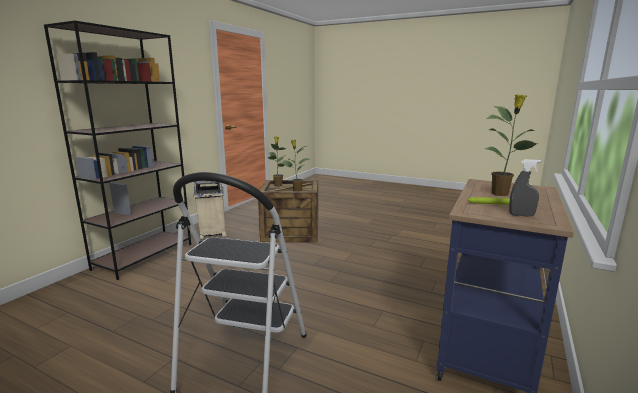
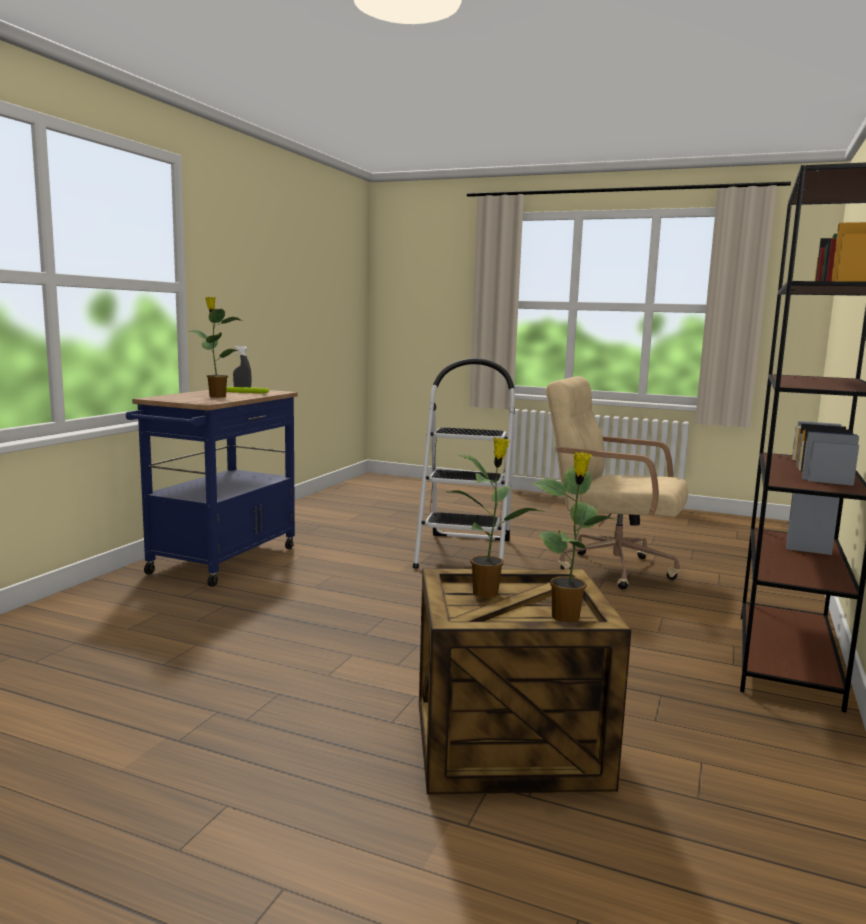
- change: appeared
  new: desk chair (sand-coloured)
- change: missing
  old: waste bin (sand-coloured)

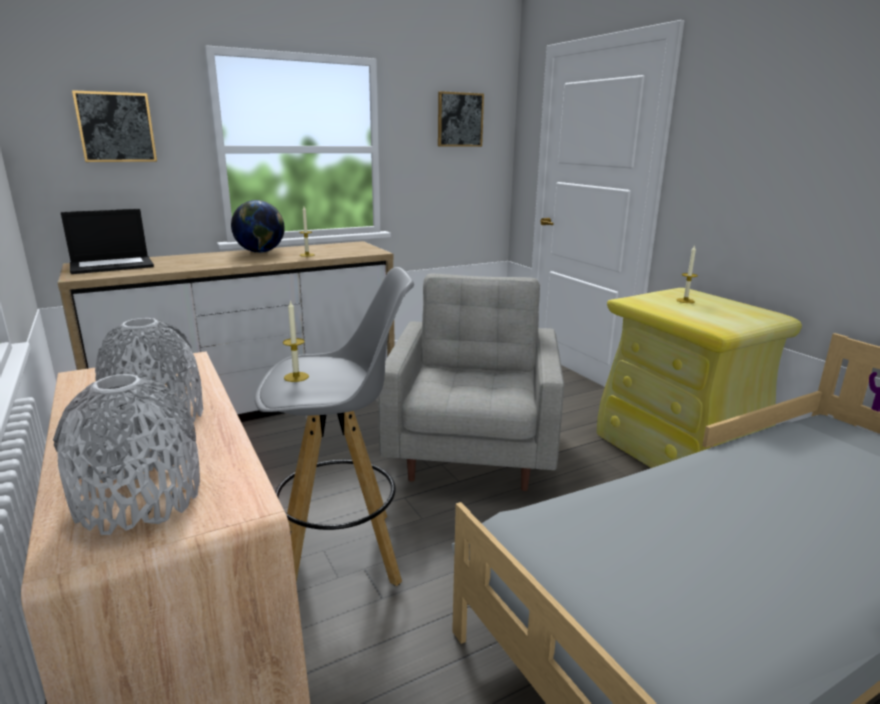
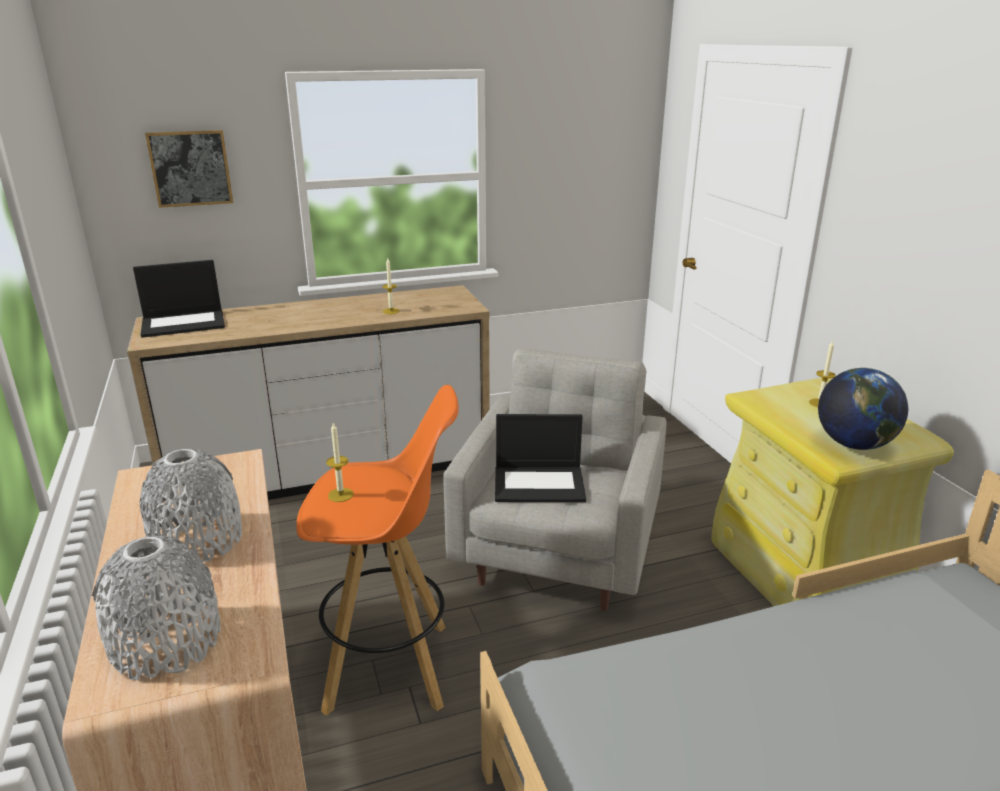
- change: colour
  old: stool (greyish)
  new: stool (orangey)
- change: appeared
  new: portable computer (no. 2 from left)
- change: relocated
  old: world globe
- change: missing
  old: picture (no. 2 from left)

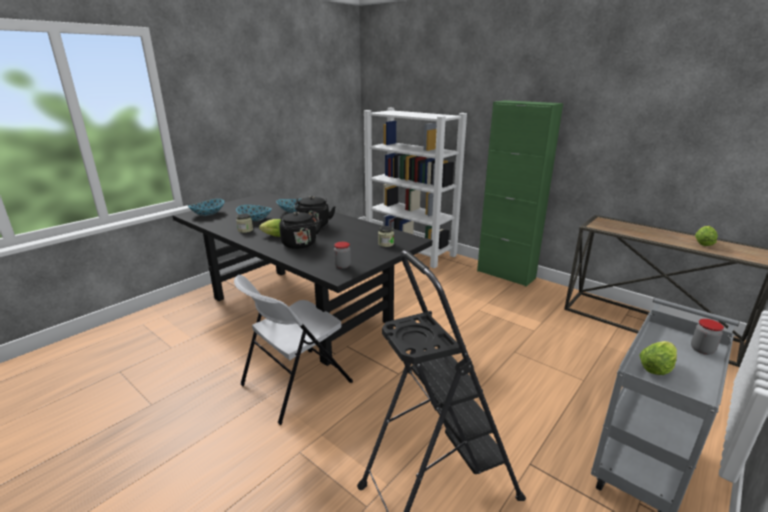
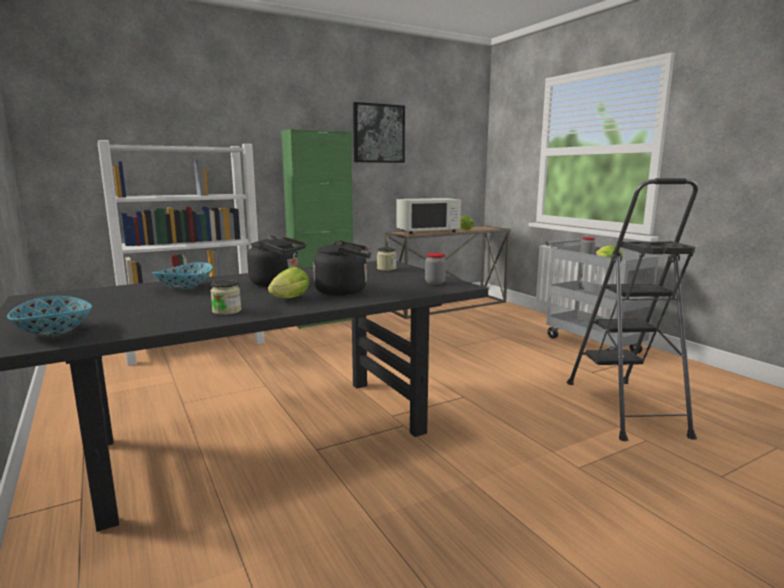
- change: appeared
  new: picture
- change: appeared
  new: kitchen microwave (white-coloured)
- change: missing
  old: upright chair (white-coloured)
- change: missing
  old: deep dish (no. 2 from left)

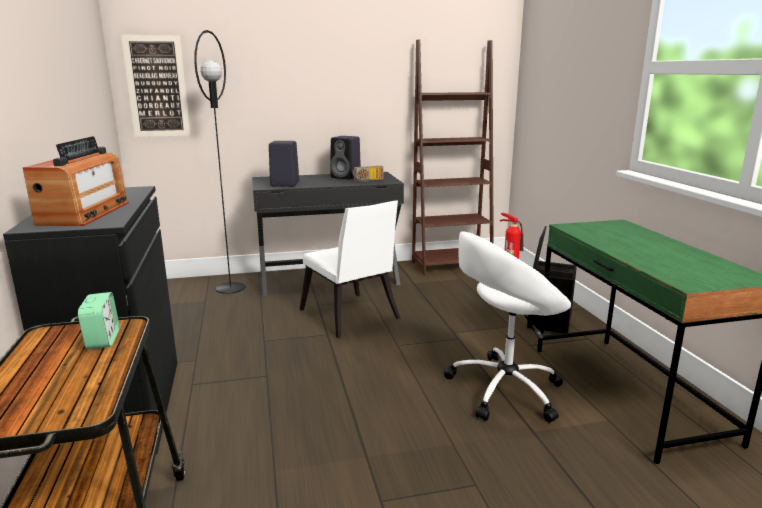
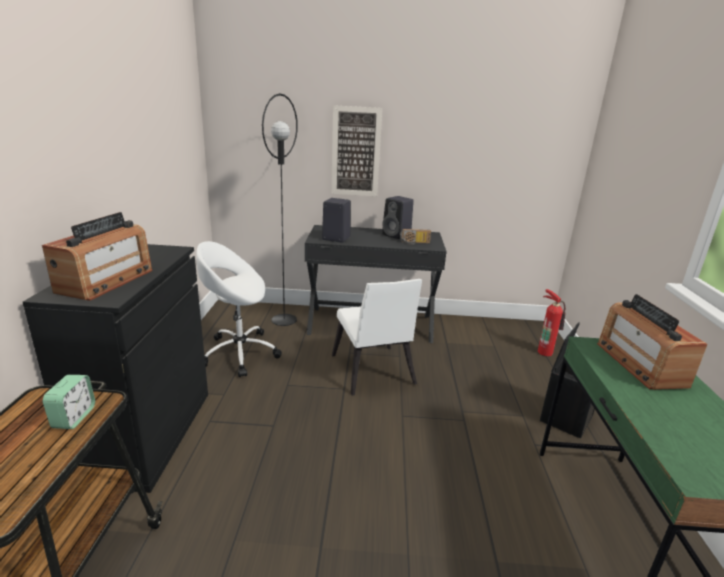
- change: relocated
  old: desk chair (white-coloured)
- change: relocated
  old: picture
- change: appeared
  new: radio (no. 3 from left)
- change: missing
  old: bookshelf (brown)

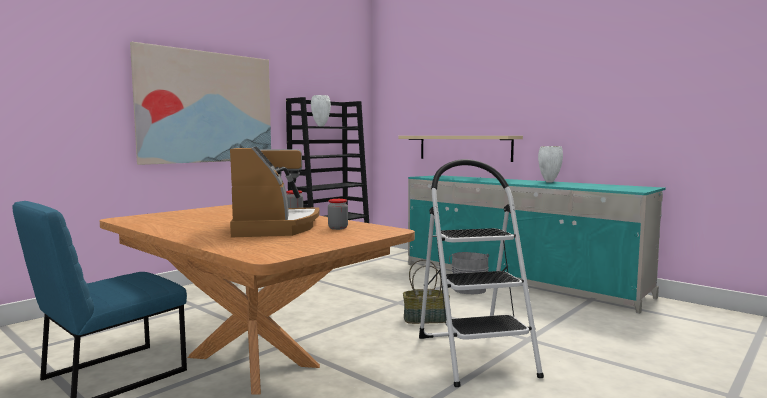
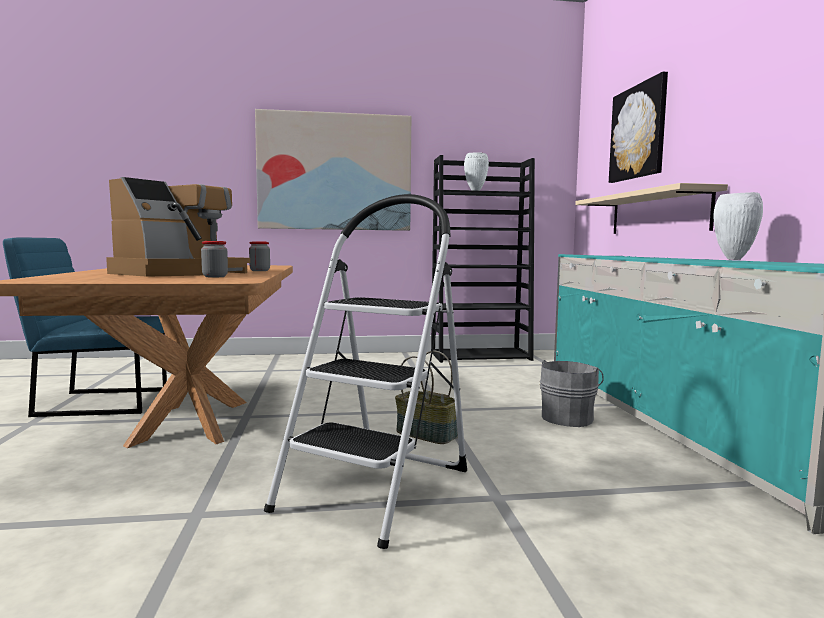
- change: appeared
  new: picture (no. 2 from left)

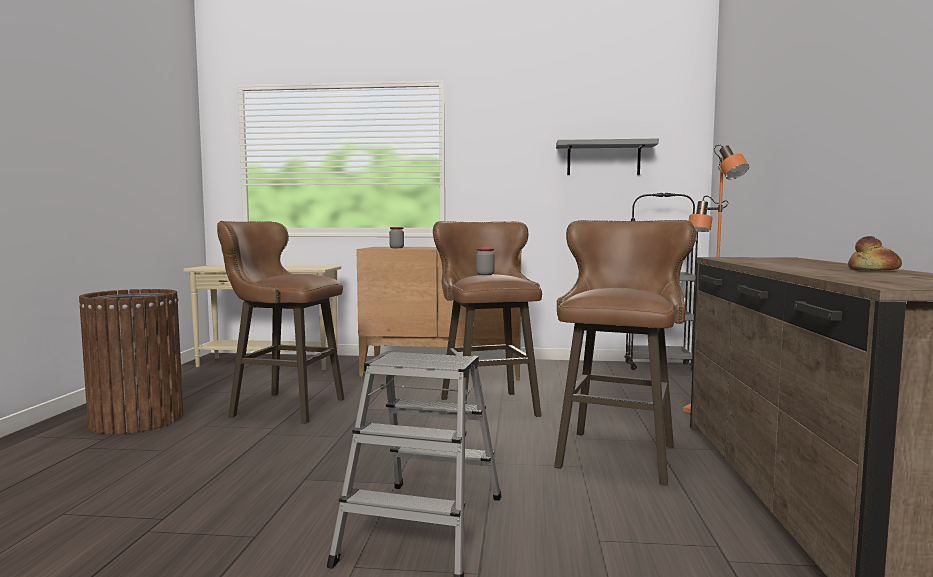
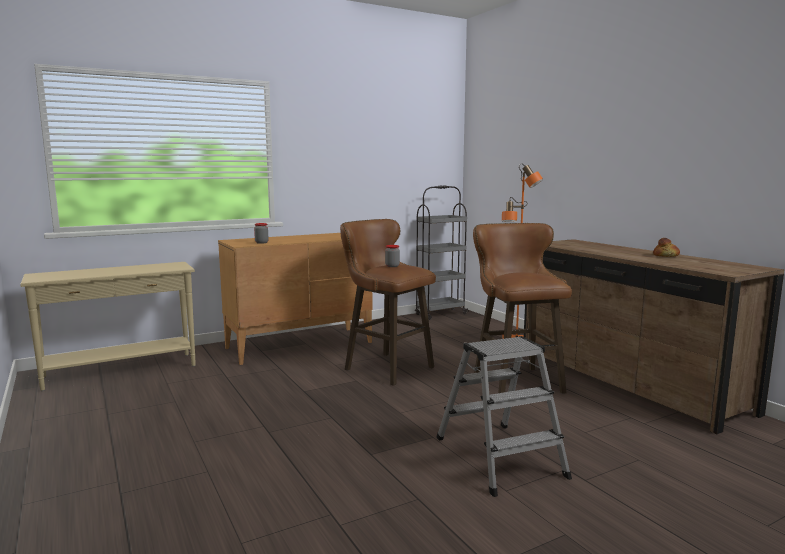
- change: missing
  old: waste bin (brown)
- change: missing
  old: stool (brown) (no. 1 from left)
- change: missing
  old: bracket shelf (greyish)

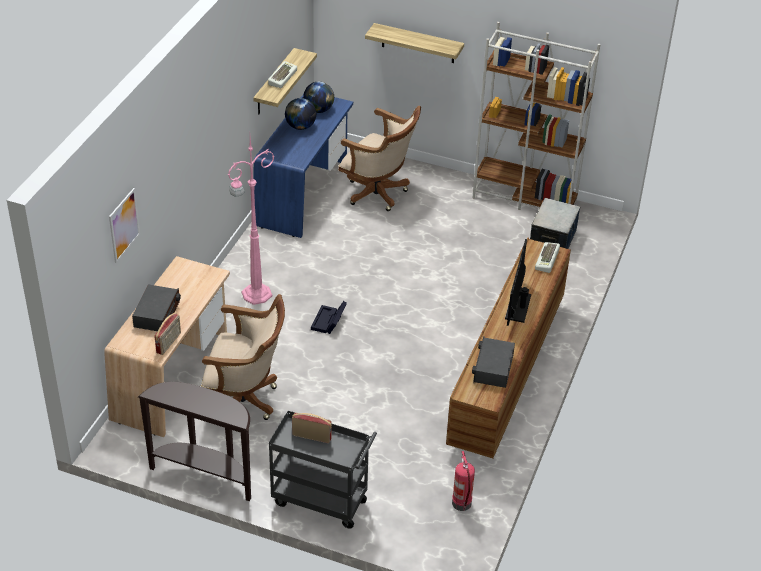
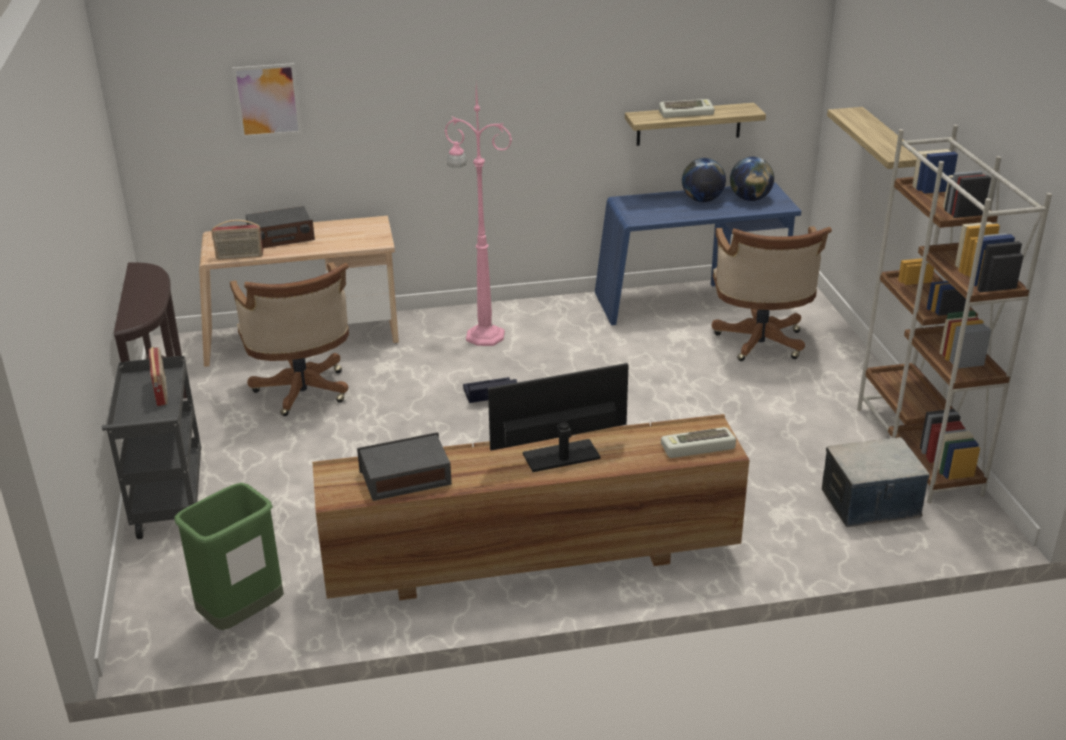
- change: exchanged
  old: extinguisher
  new: waste bin (greenish)

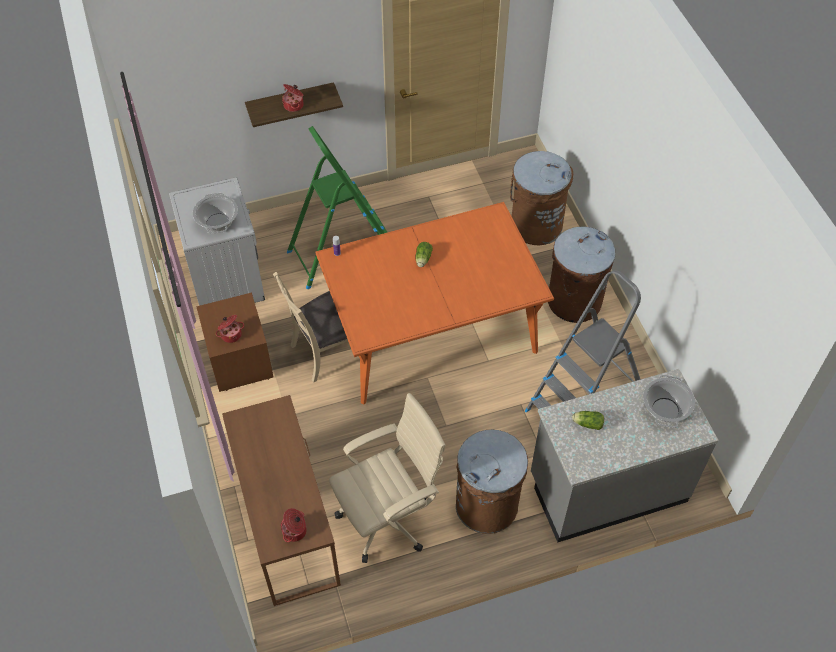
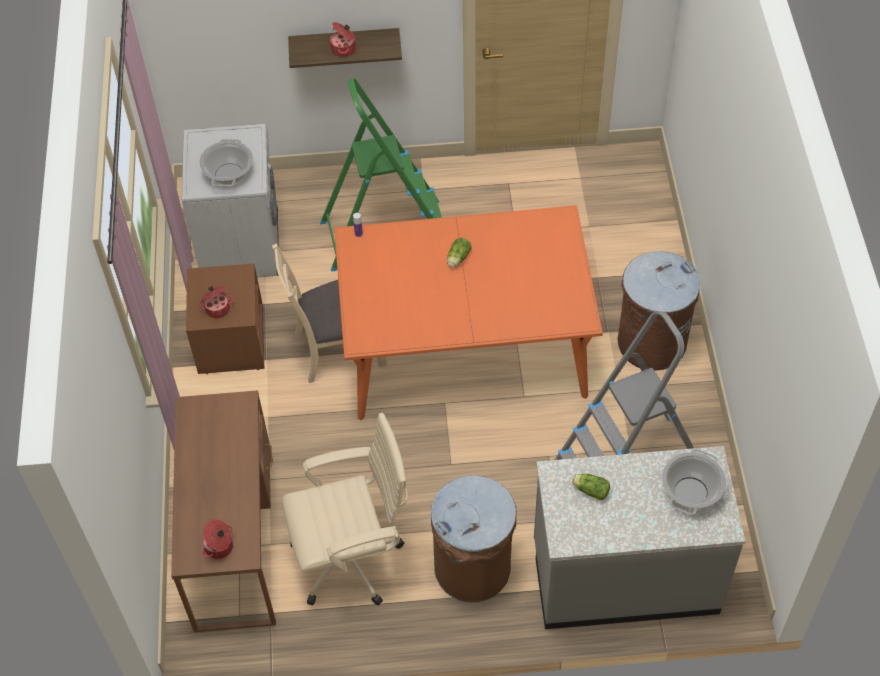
- change: missing
  old: waste bin (brown) (no. 2 from left)

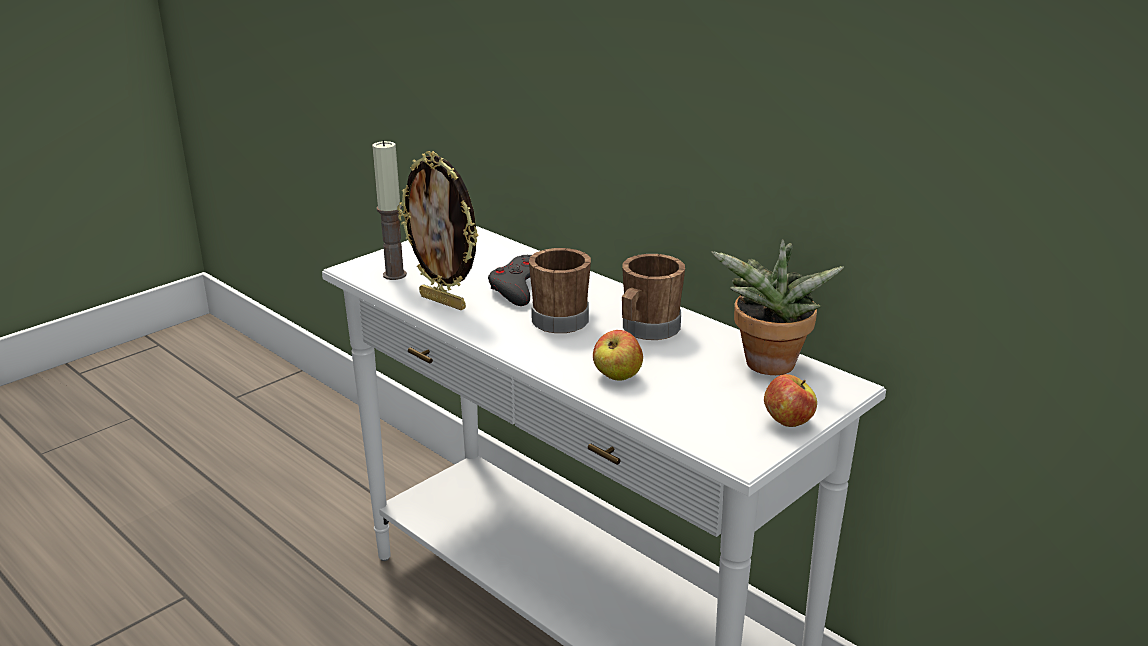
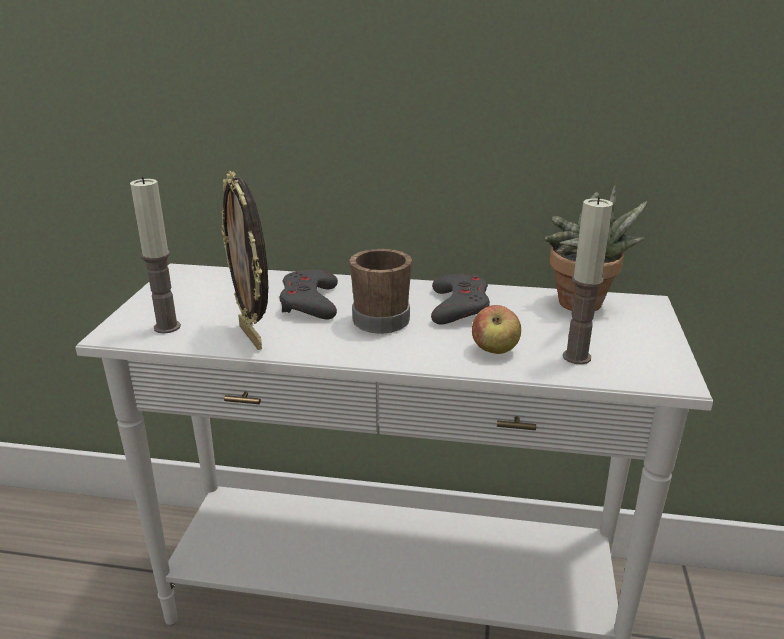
- change: spun
  old: picture frame
  degrees: 60
- change: exchanged
  old: mug (brown) (no. 2 from left)
  new: joypad (greyish) (no. 2 from left)
- change: appeared
  new: candle (no. 2 from left)
- change: missing
  old: apple fruit (no. 2 from left)

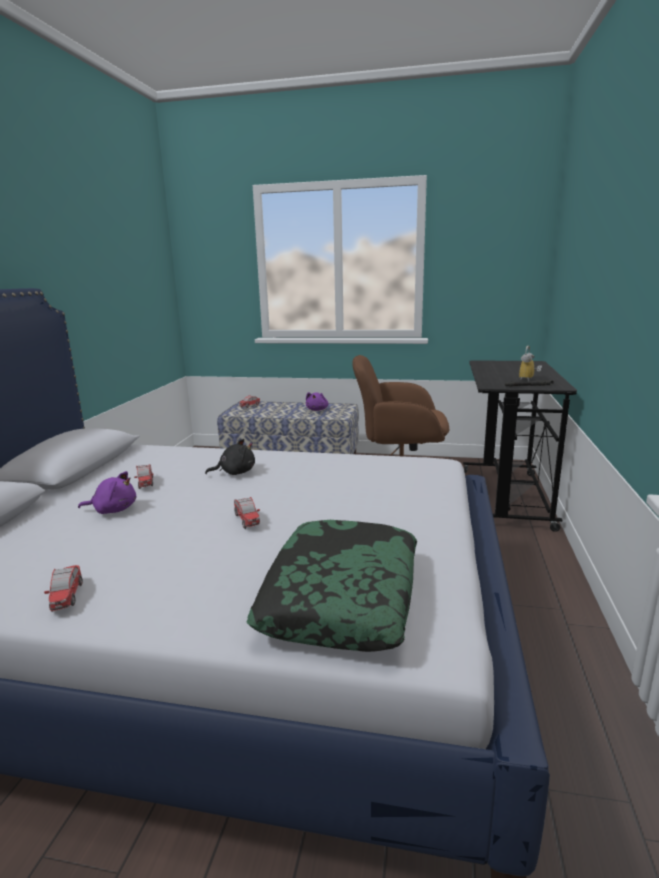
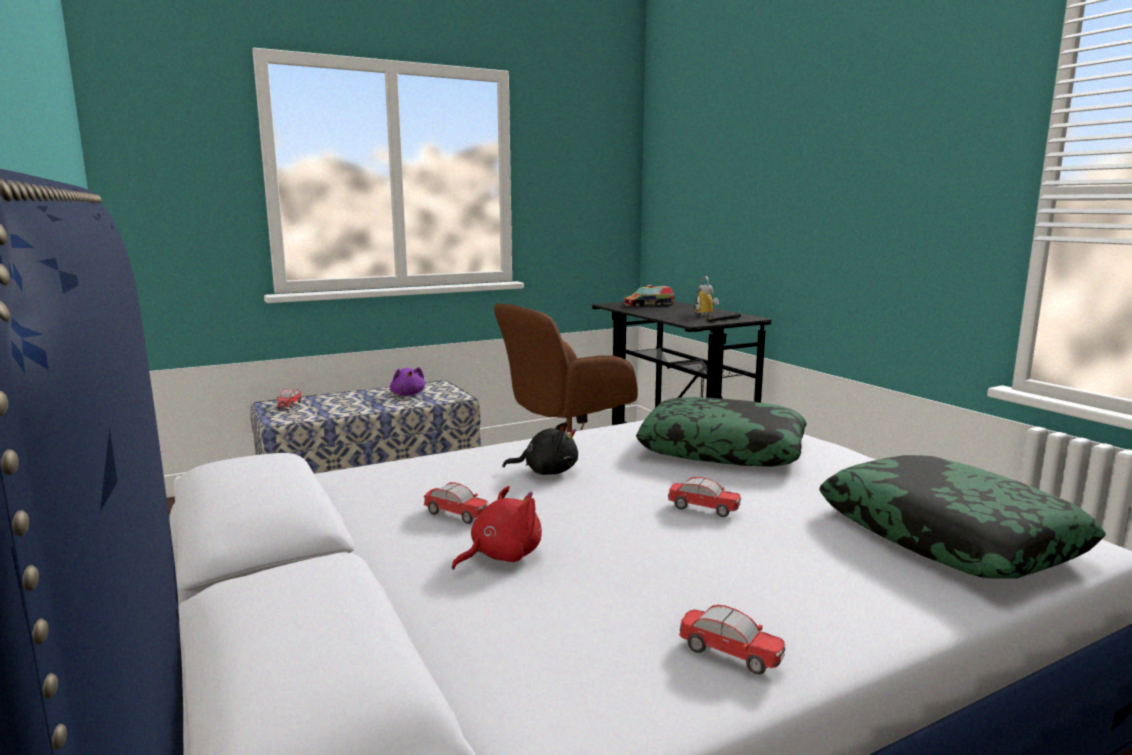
- change: colour
  old: soft toy (purplish) (no. 1 from left)
  new: soft toy (red-coloured)
- change: spun
  old: soft toy (blackish)
  degrees: 60
- change: appeared
  new: toy truck
- change: appeared
  new: cushion (no. 1 from left)

